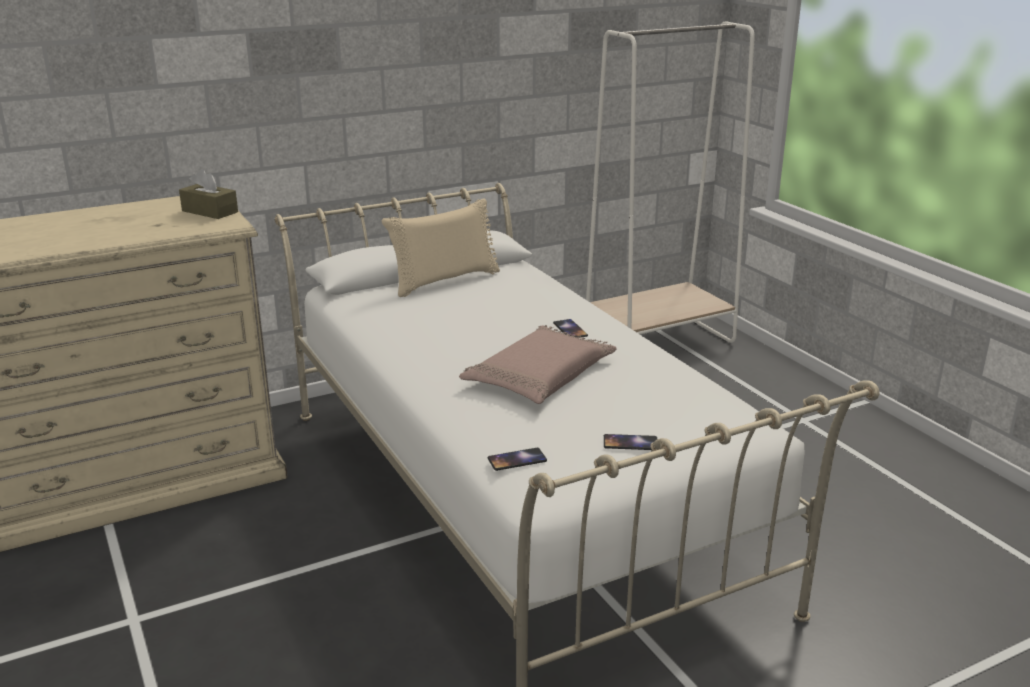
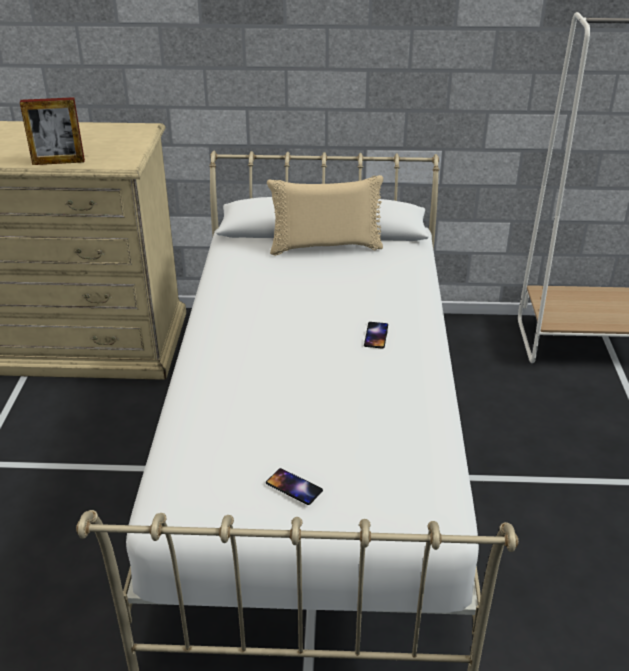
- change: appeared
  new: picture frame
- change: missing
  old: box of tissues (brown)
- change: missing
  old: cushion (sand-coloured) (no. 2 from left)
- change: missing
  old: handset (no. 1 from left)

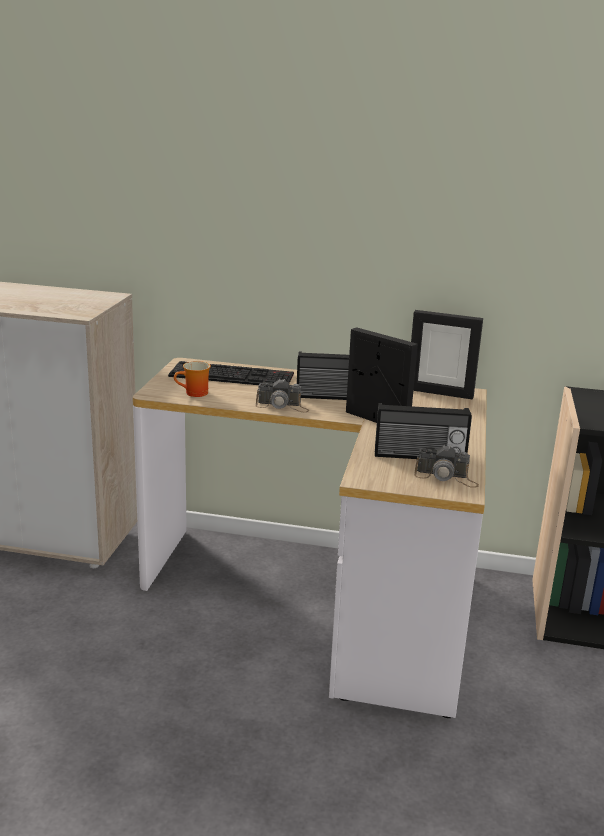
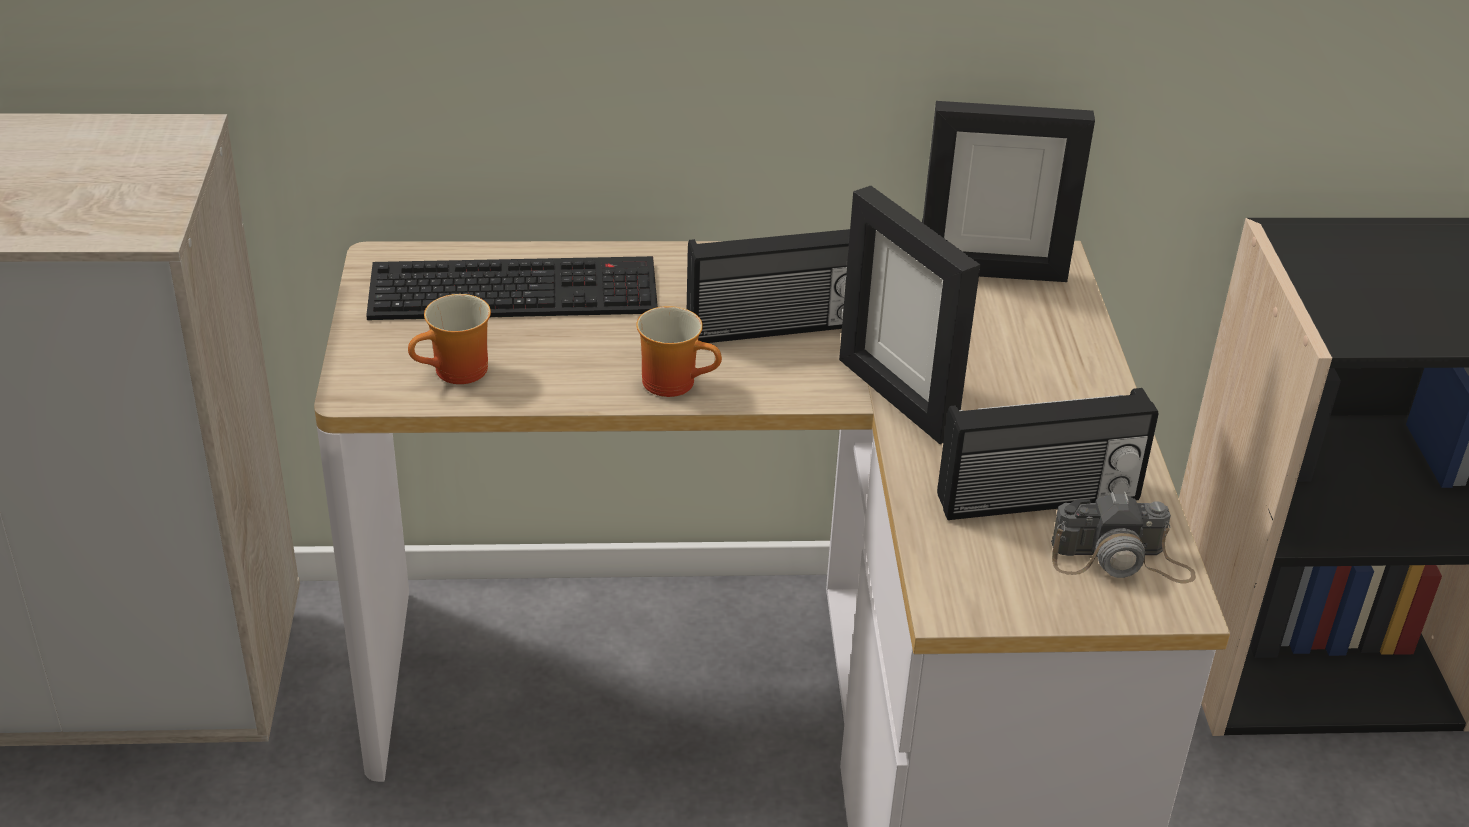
- change: exchanged
  old: photo camera (no. 1 from left)
  new: mug (no. 2 from left)
- change: spun
  old: picture frame (no. 1 from left)
  degrees: -150

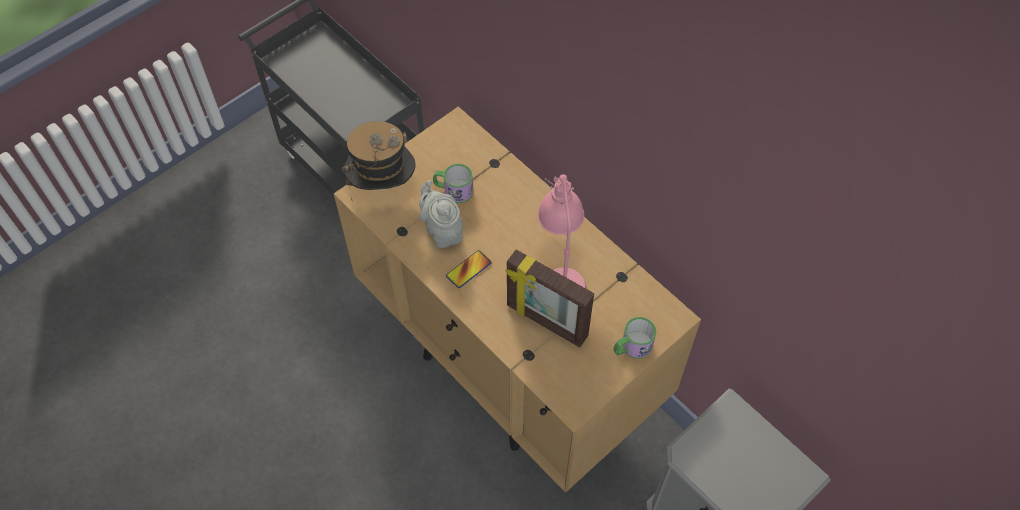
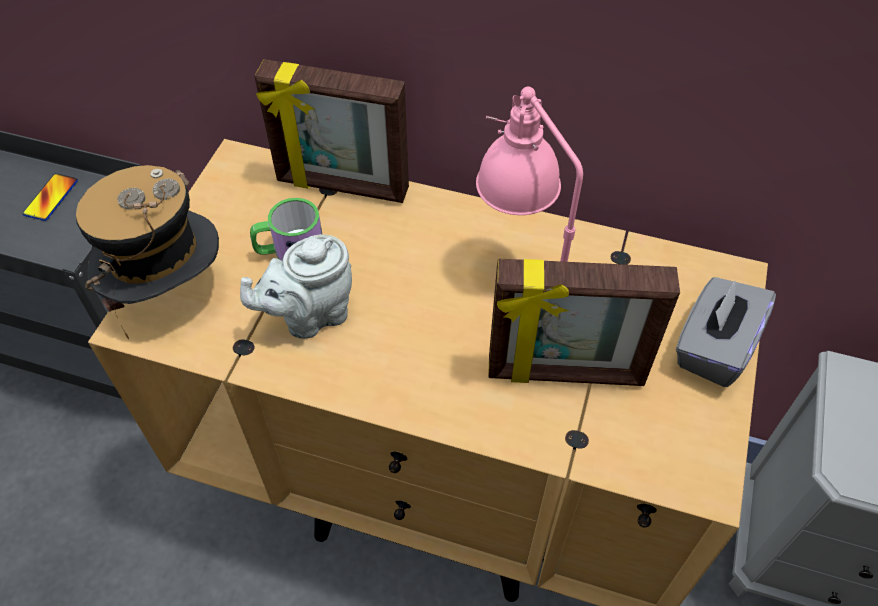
- change: relocated
  old: handset
- change: spun
  old: teapot (greyish)
  degrees: -60
- change: appeared
  new: picture frame (no. 1 from left)
- change: exchanged
  old: mug (no. 2 from left)
  new: box of tissues (greyish)

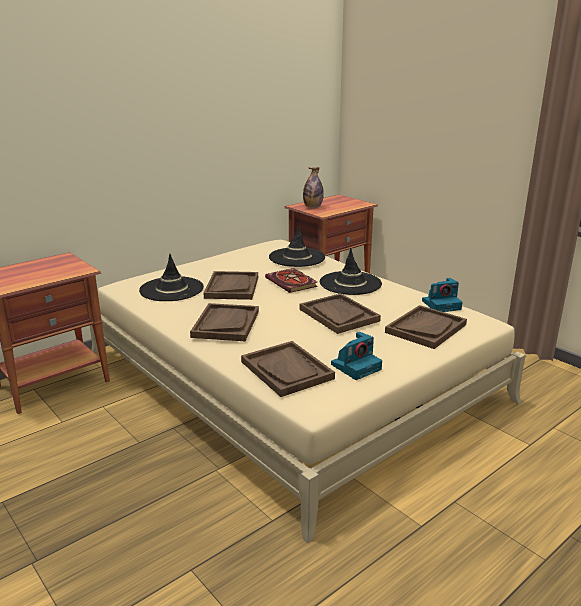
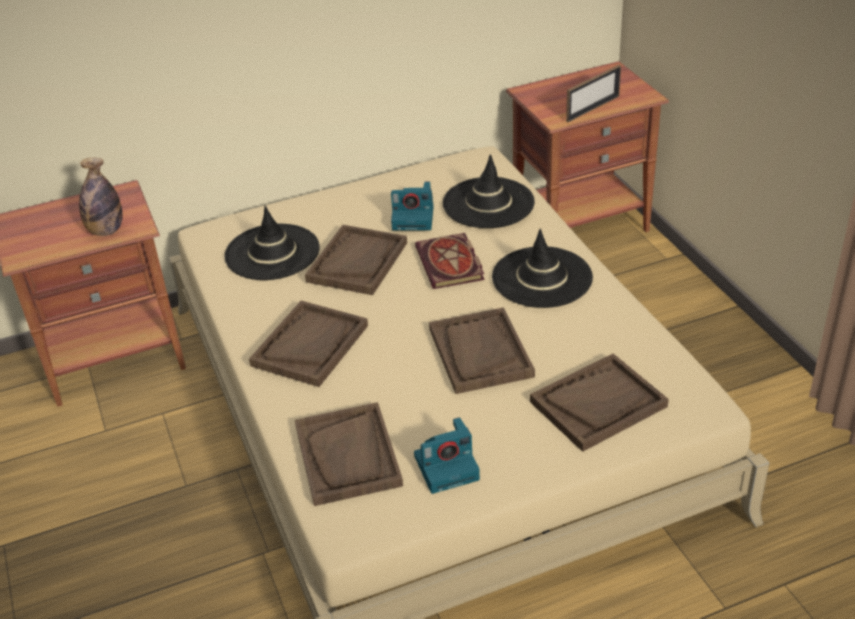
- change: relocated
  old: bottle
- change: relocated
  old: photo camera (no. 2 from left in the first image)
  new: photo camera (no. 1 from left)
- change: appeared
  new: picture frame

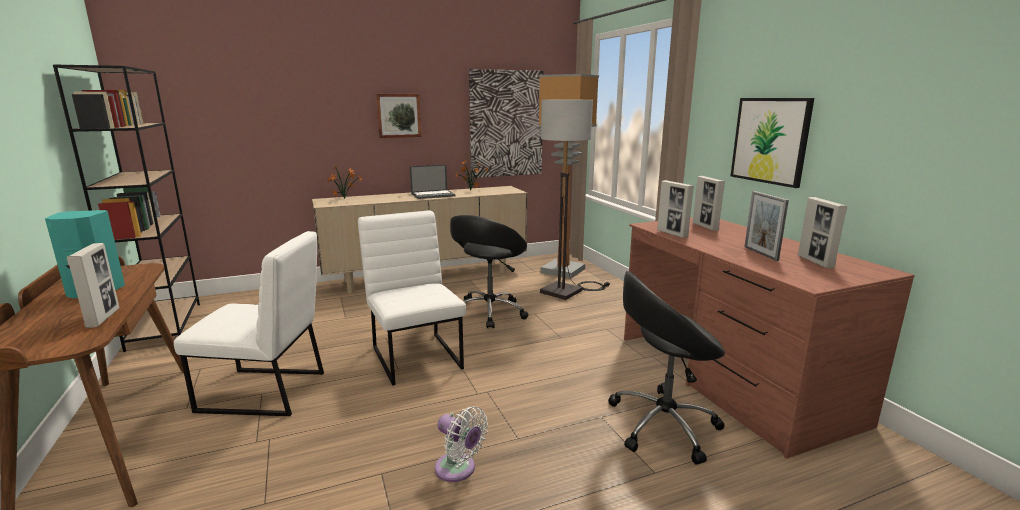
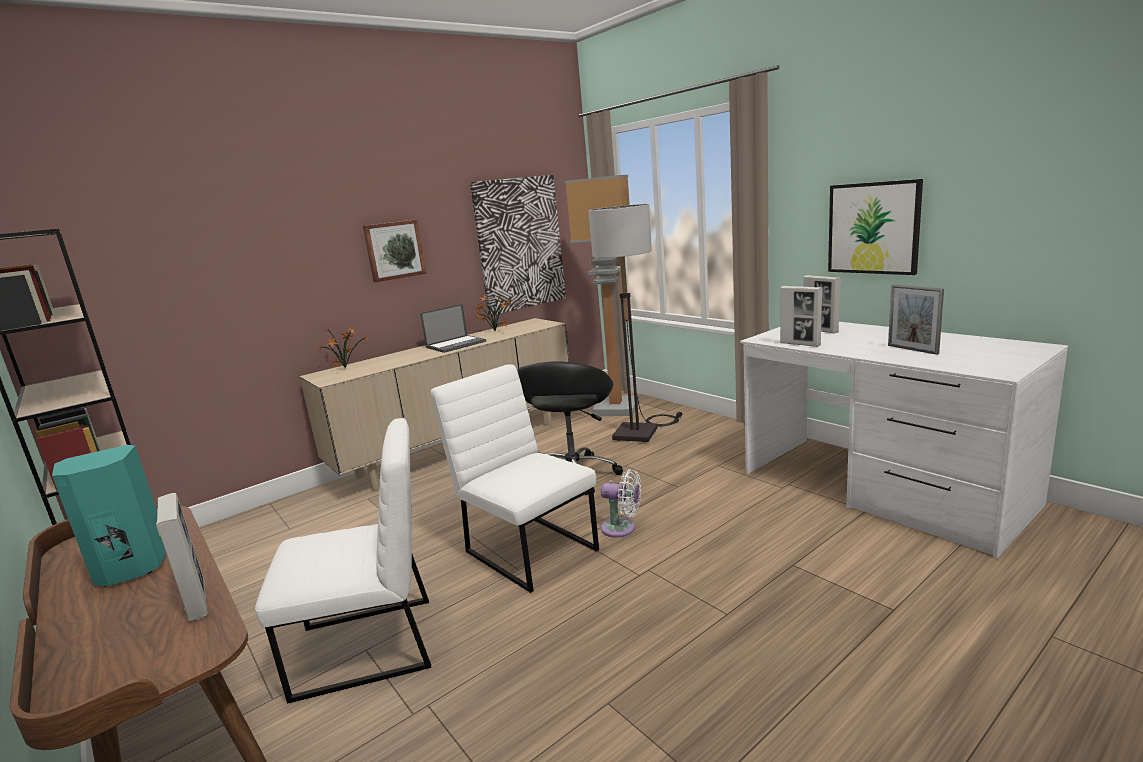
- change: relocated
  old: electric fan (white-coloured)
- change: colour
  old: desk table (brown) (no. 2 from left)
  new: desk table (white-coloured)
- change: missing
  old: desk chair (blackish) (no. 2 from left)
- change: missing
  old: picture frame (no. 5 from left)

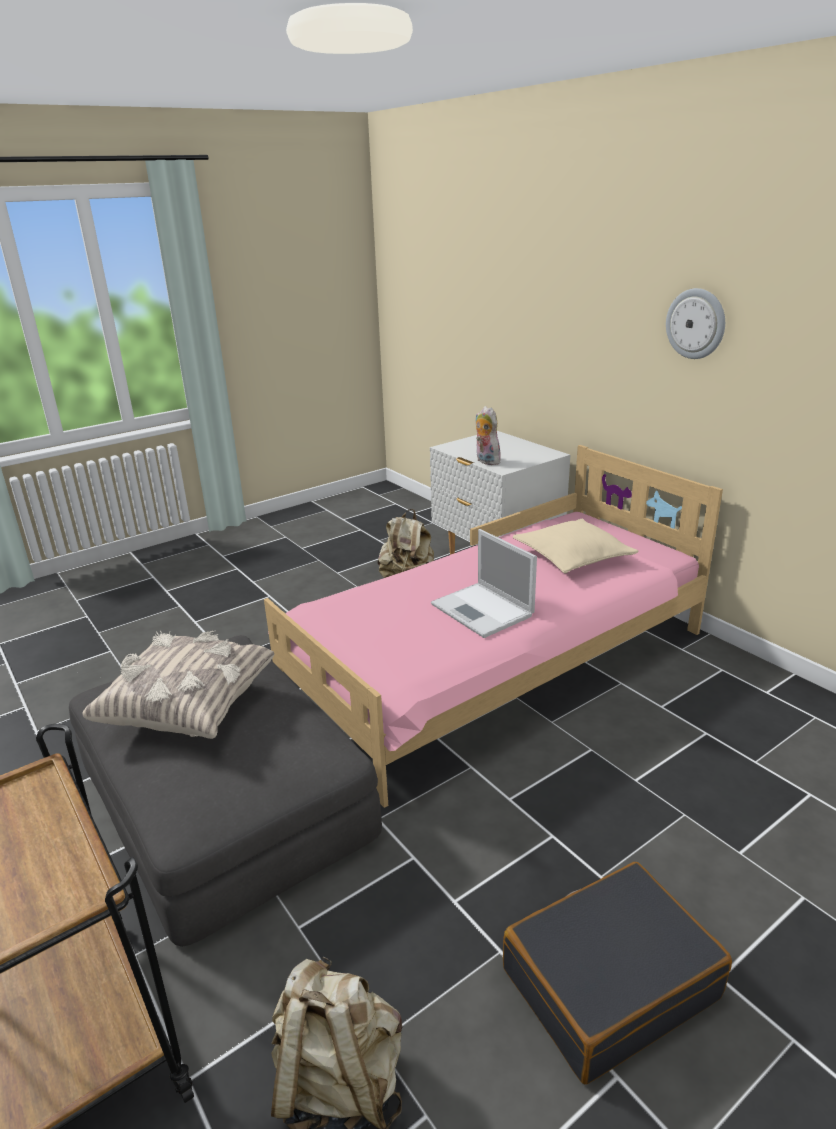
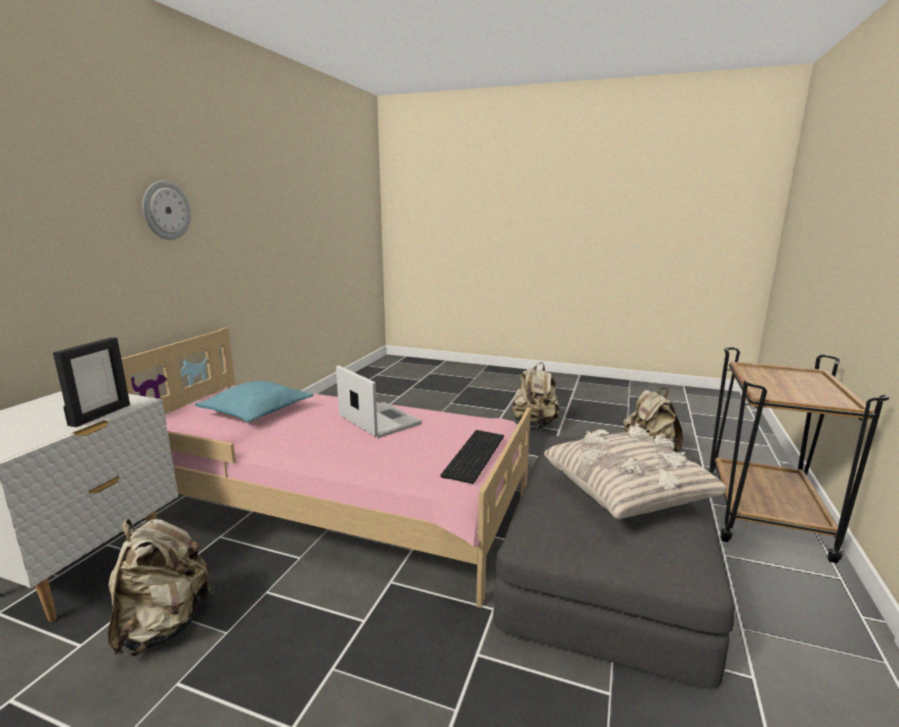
- change: exchanged
  old: soft toy
  new: picture frame
- change: colour
  old: cushion (sand-coloured) (no. 2 from left)
  new: cushion (turquoise-coloured)
- change: spun
  old: portable computer
  degrees: -60
- change: appeared
  new: computer keyboard
- change: exchanged
  old: travel case (blackish)
  new: knapsack (sand-coloured) (no. 2 from left)

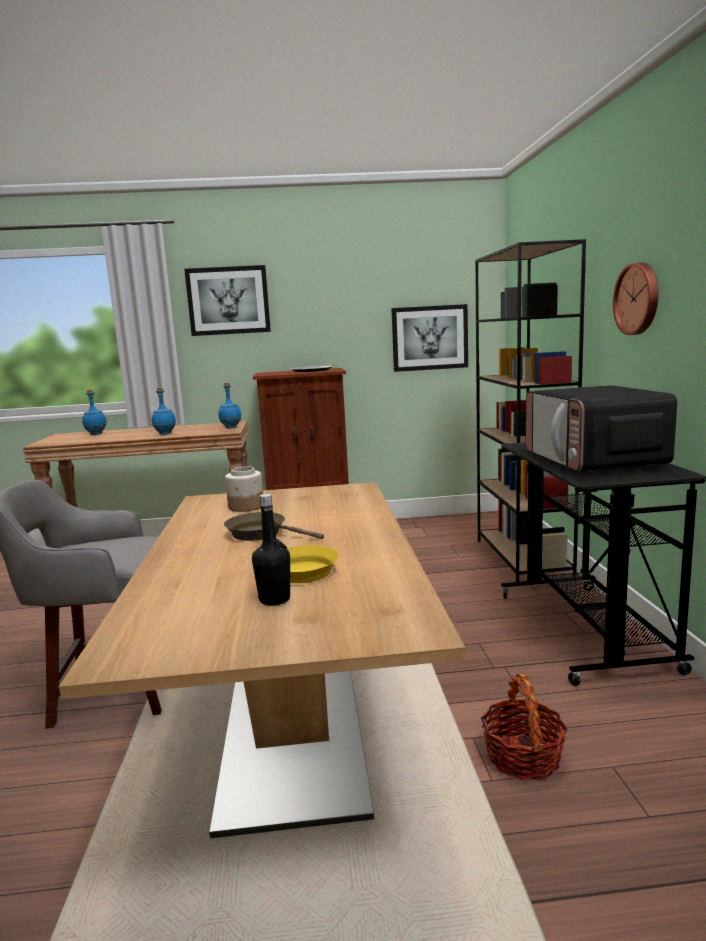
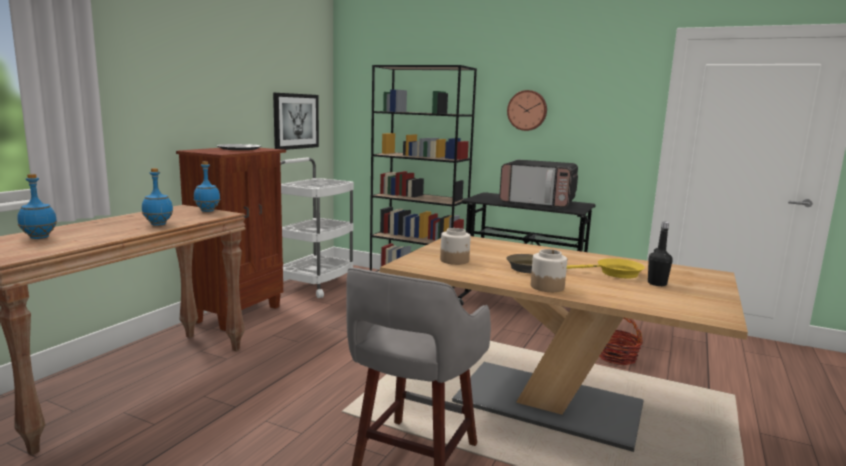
- change: appeared
  new: cart (white-coloured)
- change: appeared
  new: storage jar (no. 2 from left)
- change: missing
  old: picture (no. 1 from left)

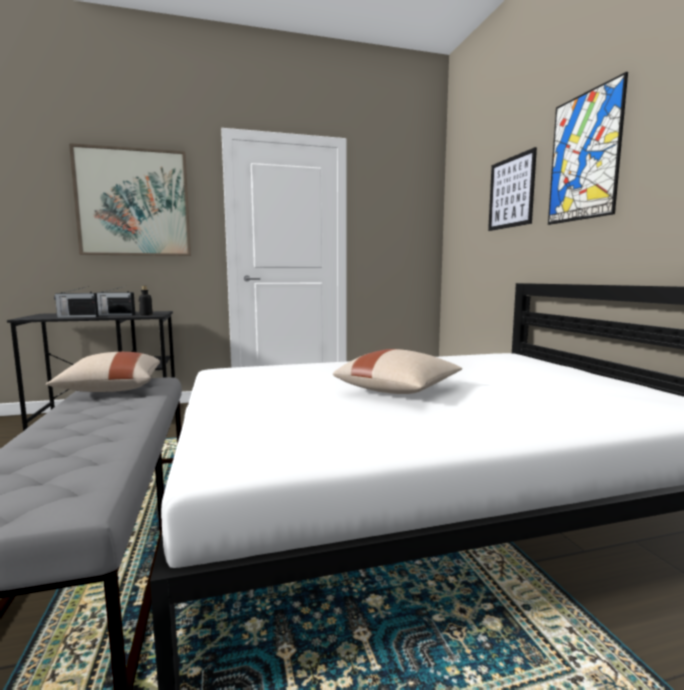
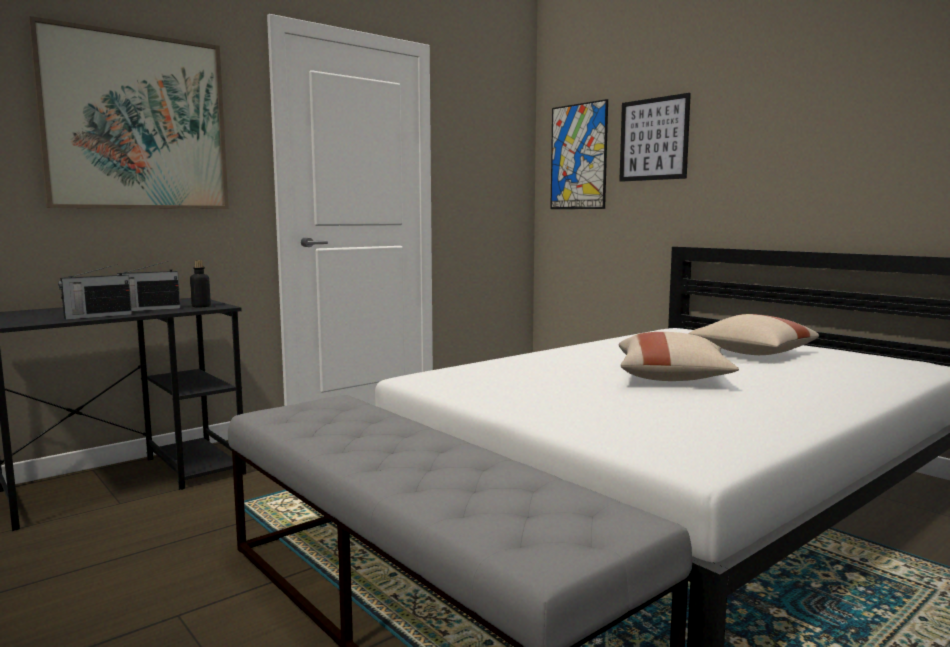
- change: relocated
  old: picture (no. 3 from left in the first image)
  new: picture (no. 2 from left)
- change: relocated
  old: cushion (sand-coloured) (no. 1 from left in the first image)
  new: cushion (sand-coloured) (no. 2 from left)

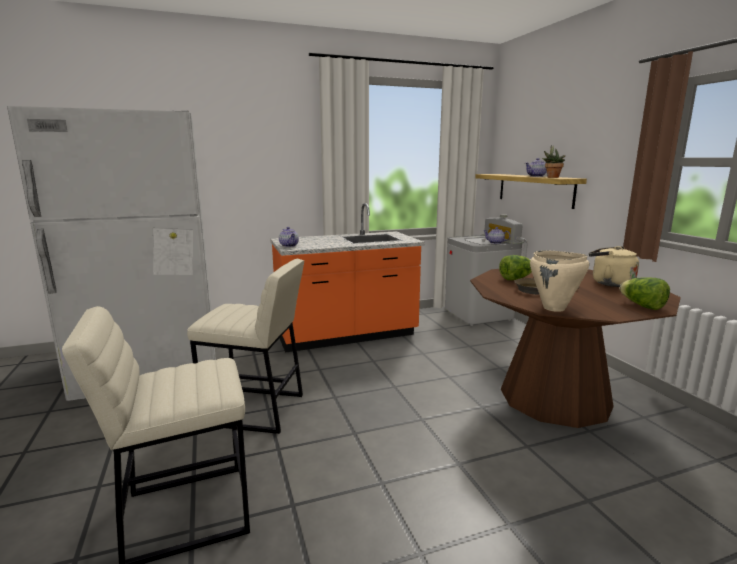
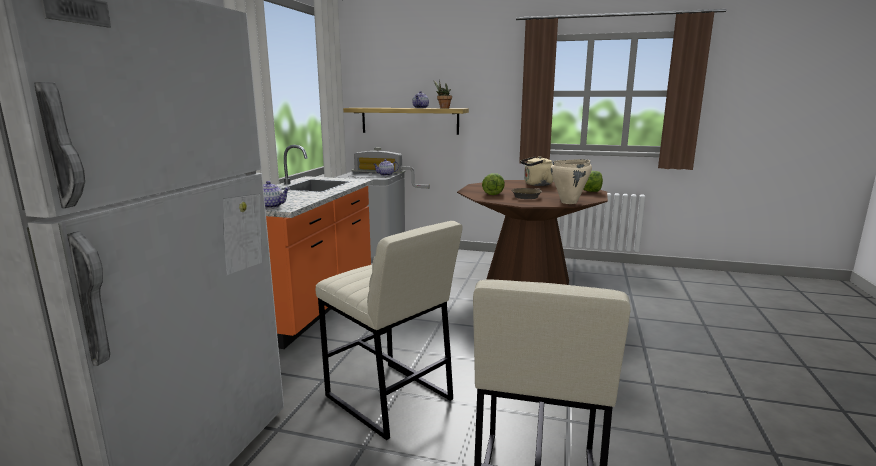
- change: spun
  old: upright chair (sand-coloured) (no. 2 from left in the first image)
  degrees: 90

